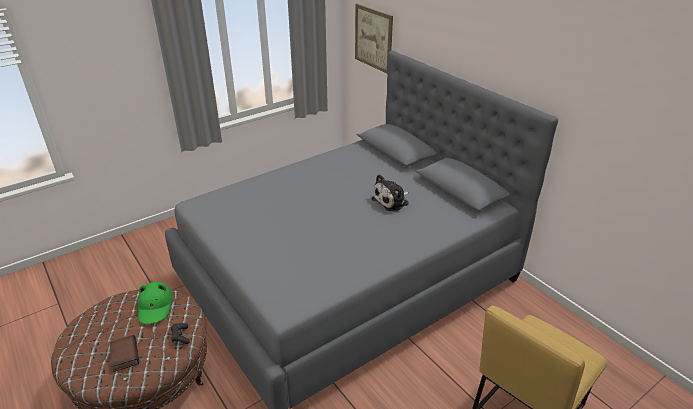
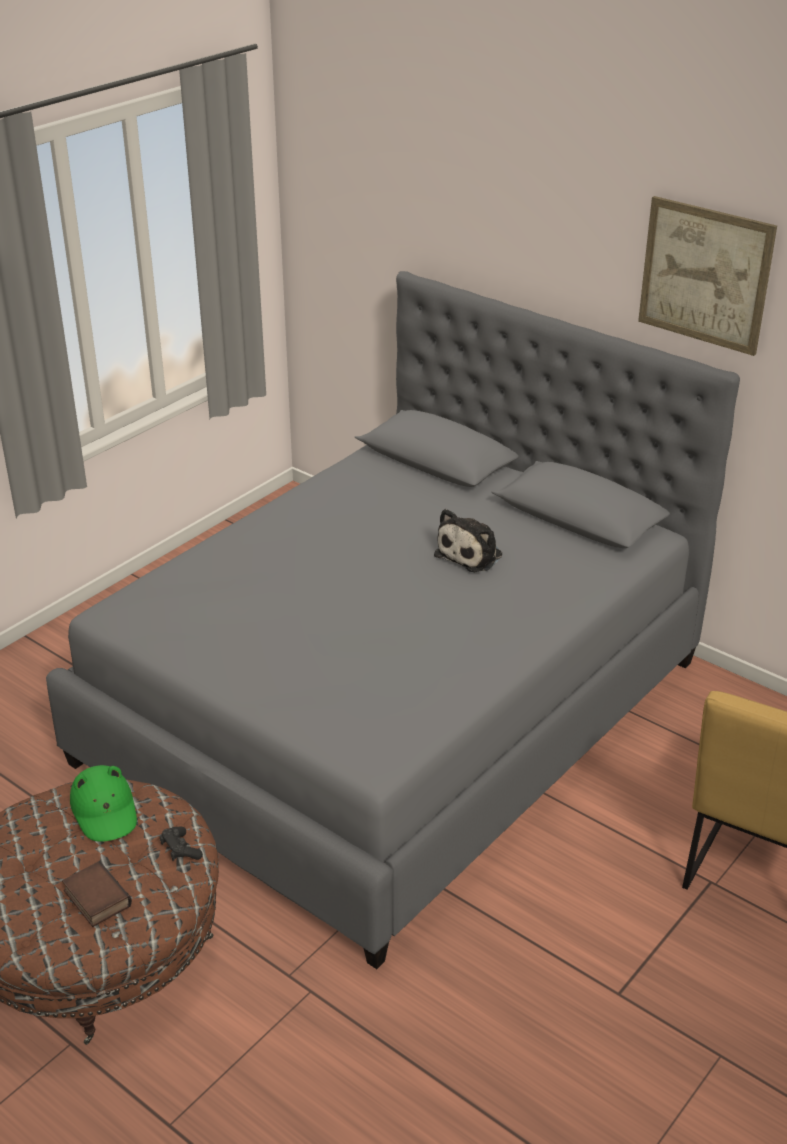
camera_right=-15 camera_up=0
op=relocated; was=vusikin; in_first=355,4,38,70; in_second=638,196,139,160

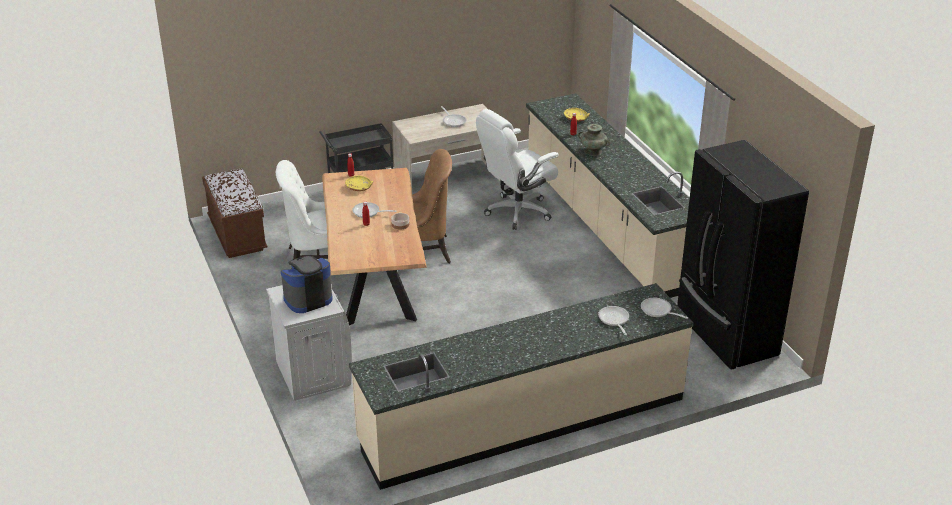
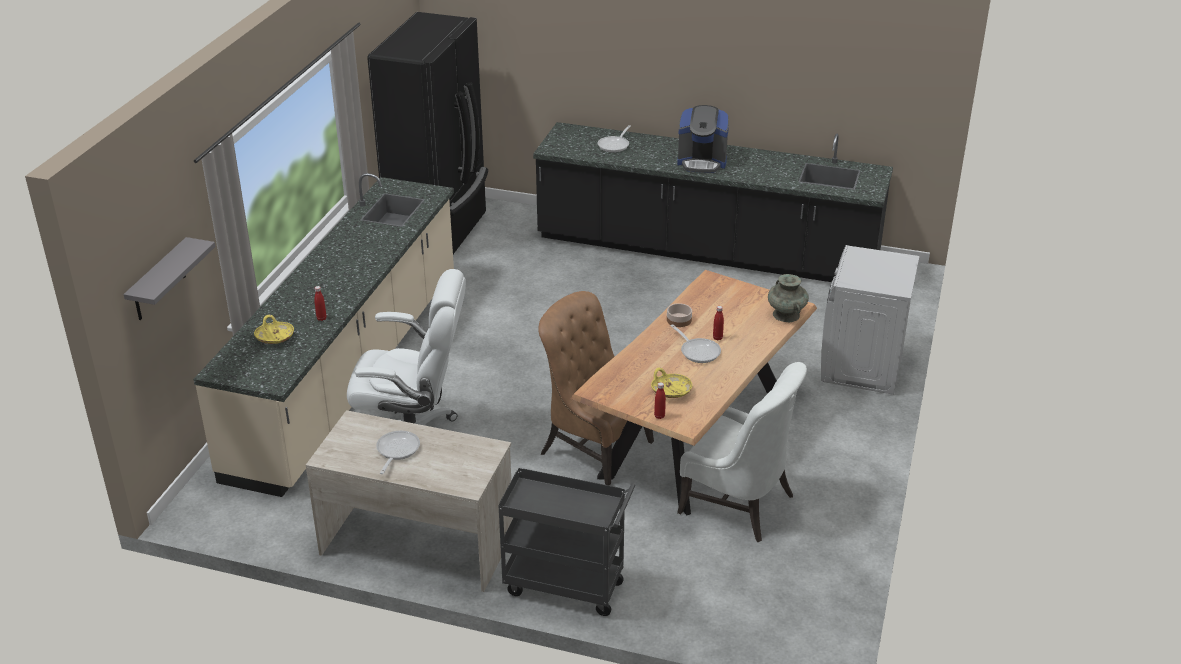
camera_right=-140 camera_up=0
op=relocated; was=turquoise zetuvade; in_first=578,124,32,32; in_second=768,274,41,48
op=missing; was=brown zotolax; in_first=202,169,65,89
op=relocated; was=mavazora; in_first=281,255,52,58; in_second=677,105,52,68
op=colour; was=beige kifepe; now=black kifepe; in_first=349,283,344,207; in_second=533,122,360,160
op=missing; was=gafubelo; in_first=641,298,47,21
op=appeared; now=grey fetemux; in_second=124,237,92,83

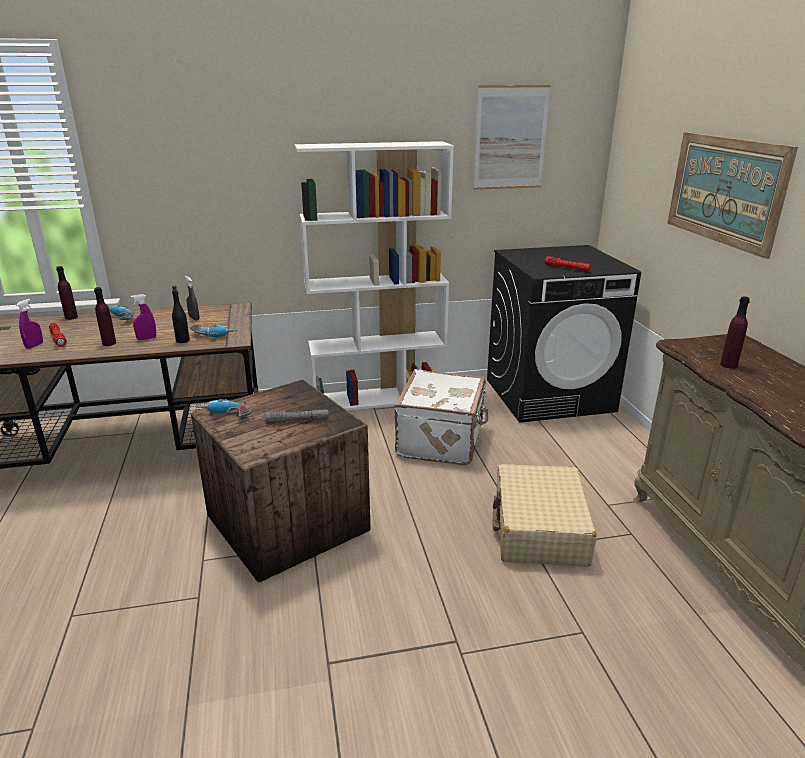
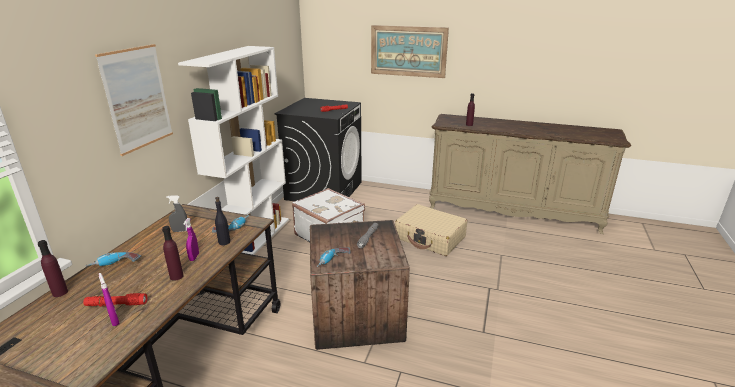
camera_right=-60 camera_up=0
op=relocated; was=vusikin; in_first=474,85,77,105; in_second=95,44,78,112

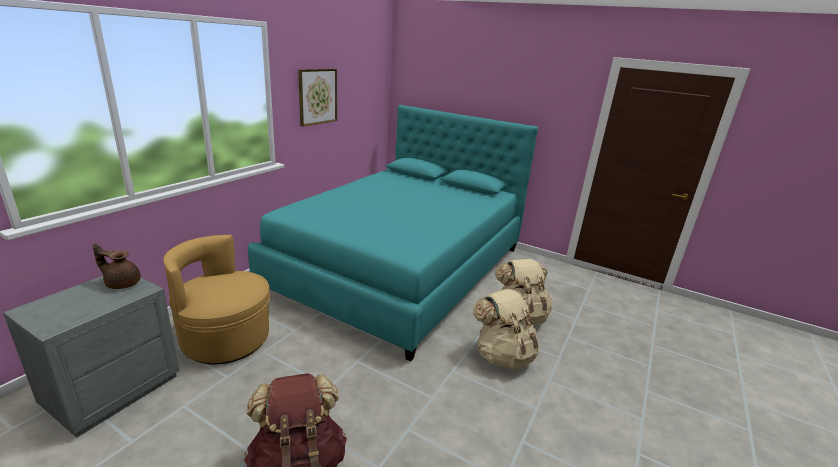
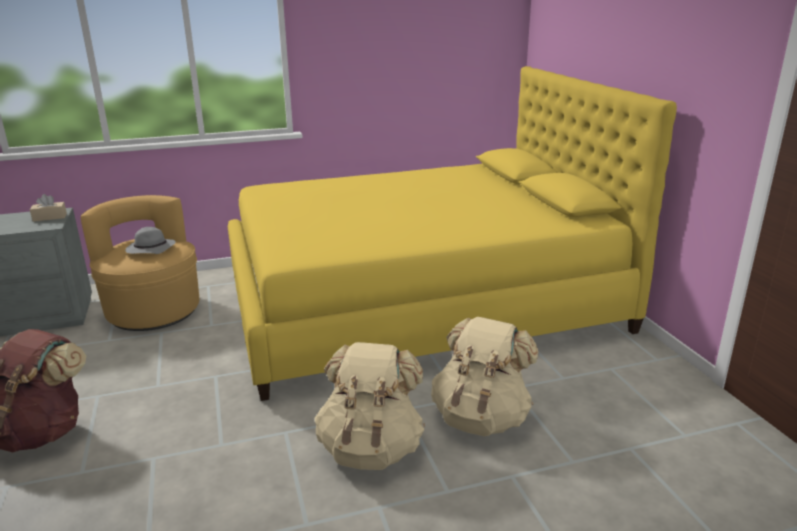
camera_right=45 camera_up=0
op=missing; was=vusikin; in_first=298,69,39,58
op=colour; was=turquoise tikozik; now=yellow tikozik; in_first=248,105,290,256; in_second=228,66,449,335
op=exchanged; was=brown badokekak; now=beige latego; in_first=92,244,49,45; in_second=30,194,37,28
op=appeared; now=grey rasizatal; in_second=125,227,51,27

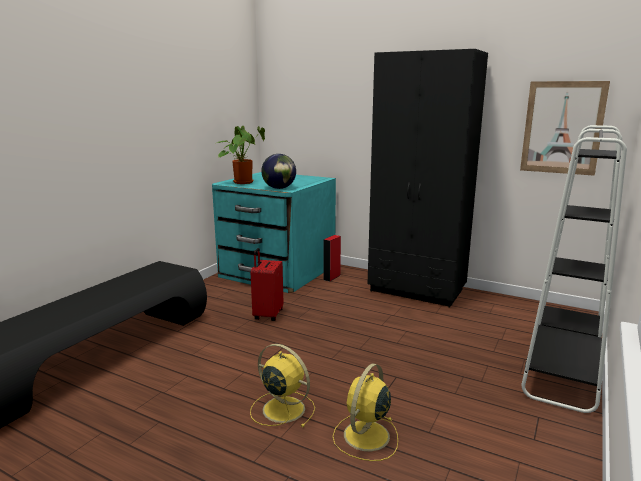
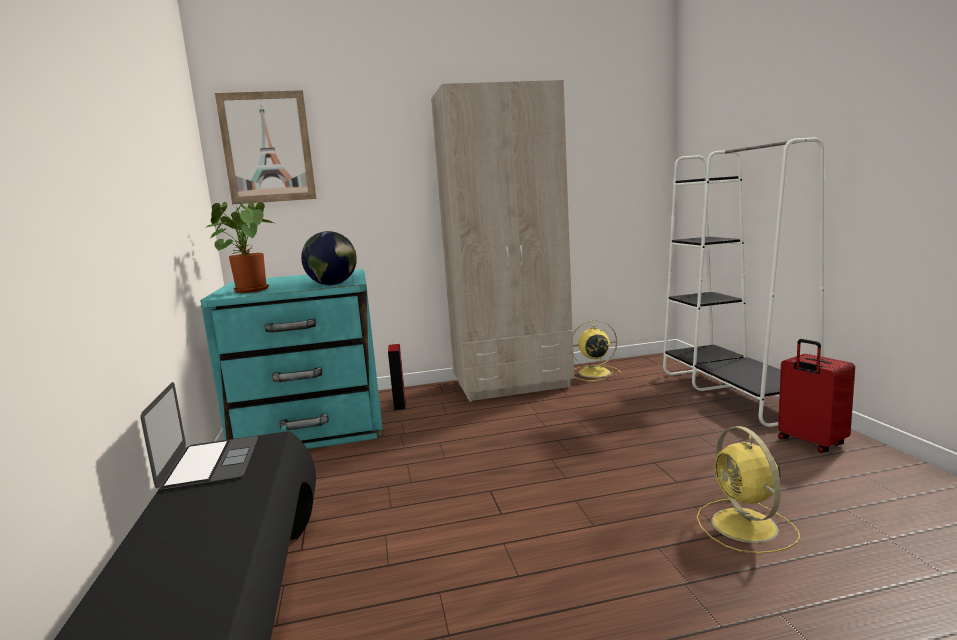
camera_right=-40 camera_up=-5
op=colour; was=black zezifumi; now=beige zezifumi; in_first=368,49,120,258; in_second=431,80,143,322
op=relocated; was=vusikin; in_first=520,81,90,95; in_second=215,90,102,114
op=relocated; was=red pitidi; in_first=250,248,33,73; in_second=778,339,77,114
op=relocated; was=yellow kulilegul; in_first=250,344,65,83; in_second=573,320,49,61
op=appeared; now=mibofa; in_second=140,382,118,108

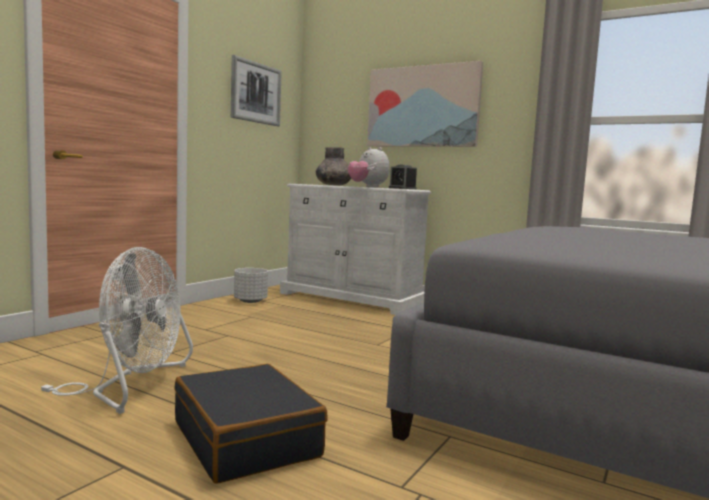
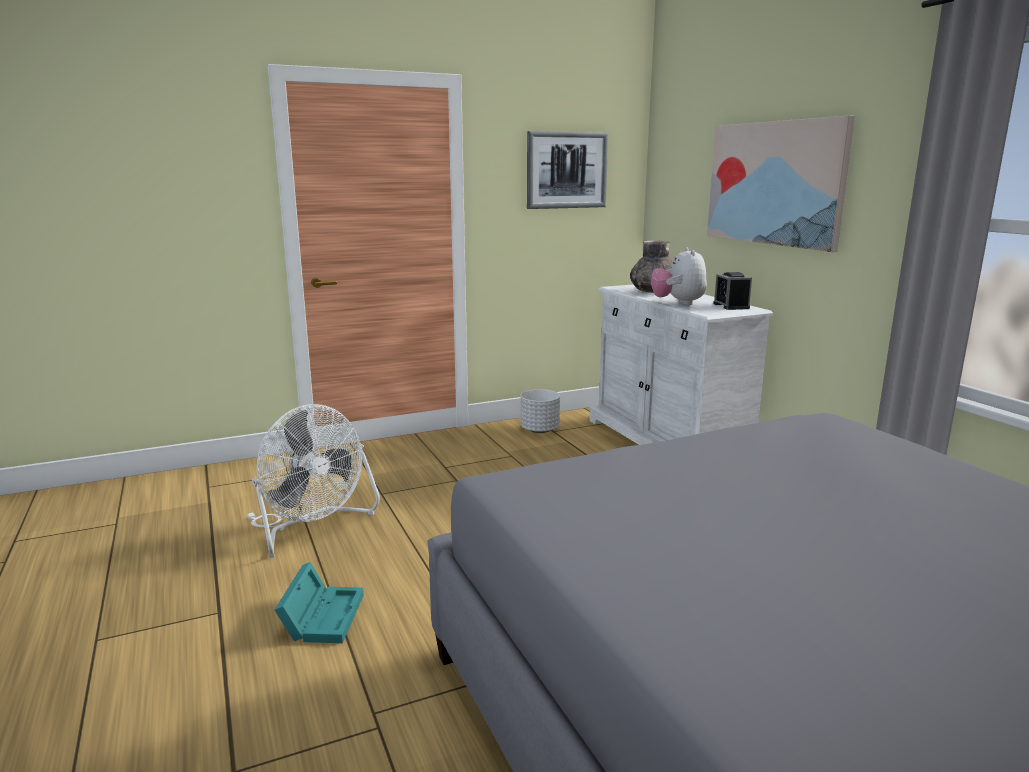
camera_right=35 camera_up=10
op=exchanged; was=black pitidi; now=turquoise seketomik; in_first=174,364,154,120; in_second=274,562,90,81

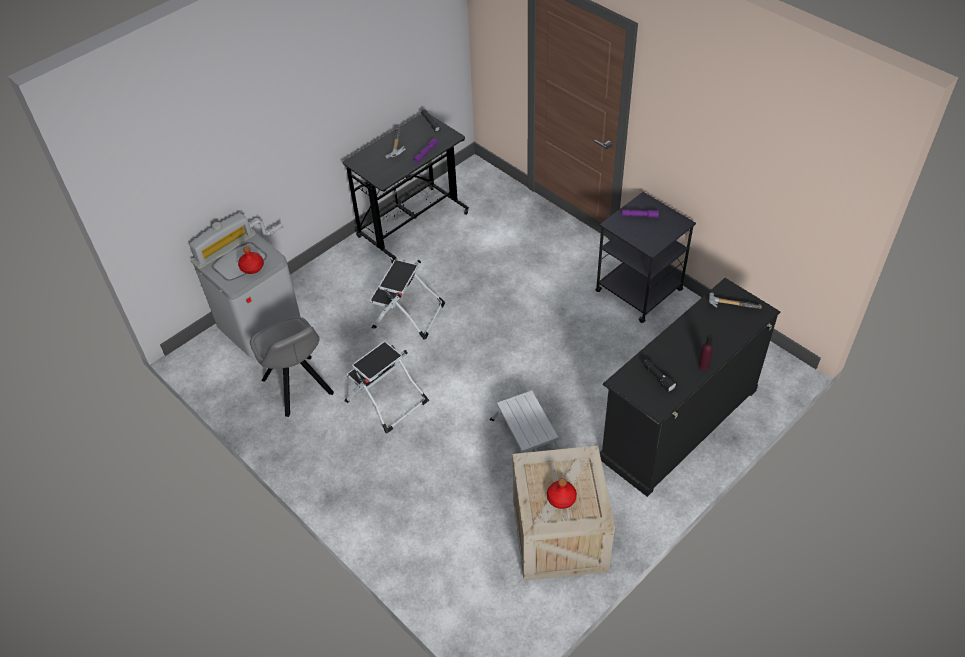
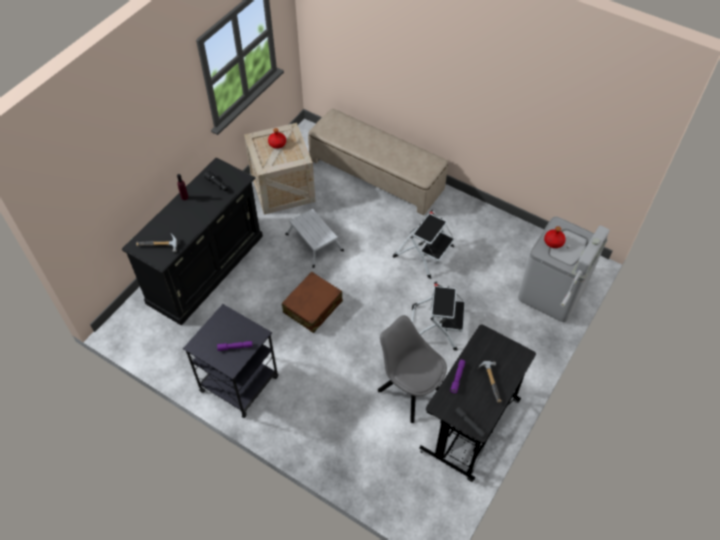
camera_right=165 camera_up=5
op=relocated; was=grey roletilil; in_first=250,317,84,100; in_second=378,315,69,108
op=appeared; now=beige zotolax; in_second=308,109,140,106
op=appeared; now=brown pitidi; in_second=282,271,61,62

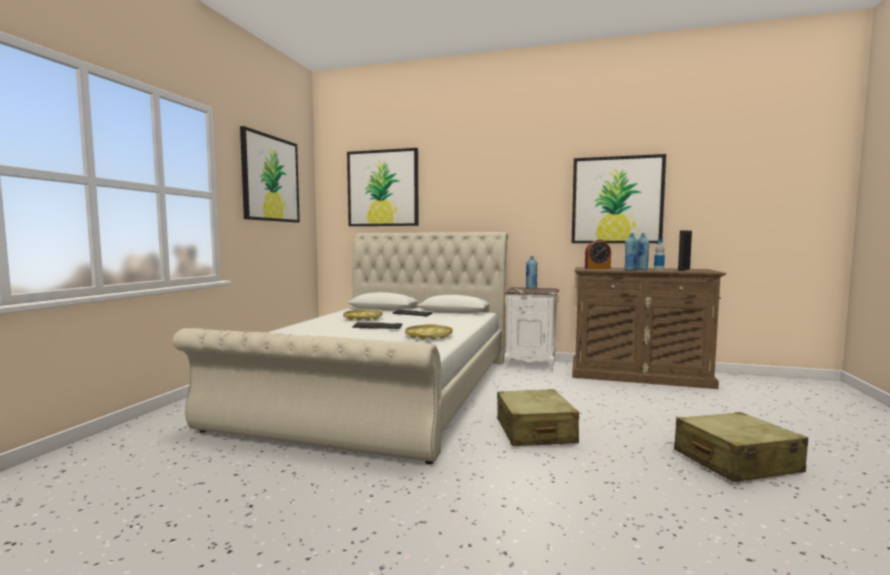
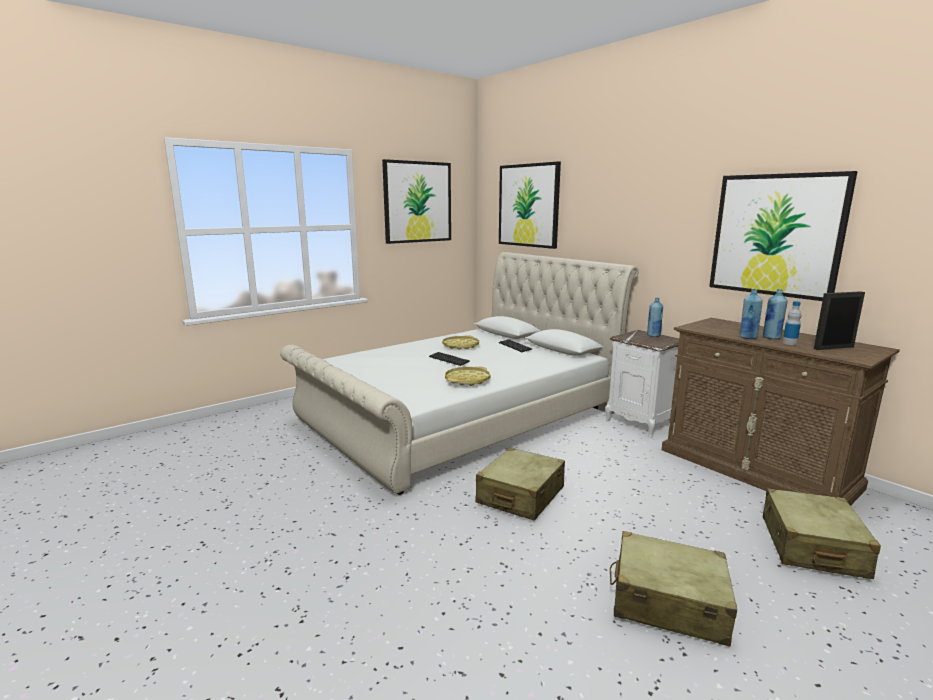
camera_right=35 camera_up=10
op=missing; was=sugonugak; in_first=585,239,26,30
op=appeared; now=beige pitidi; in_second=763,488,118,91

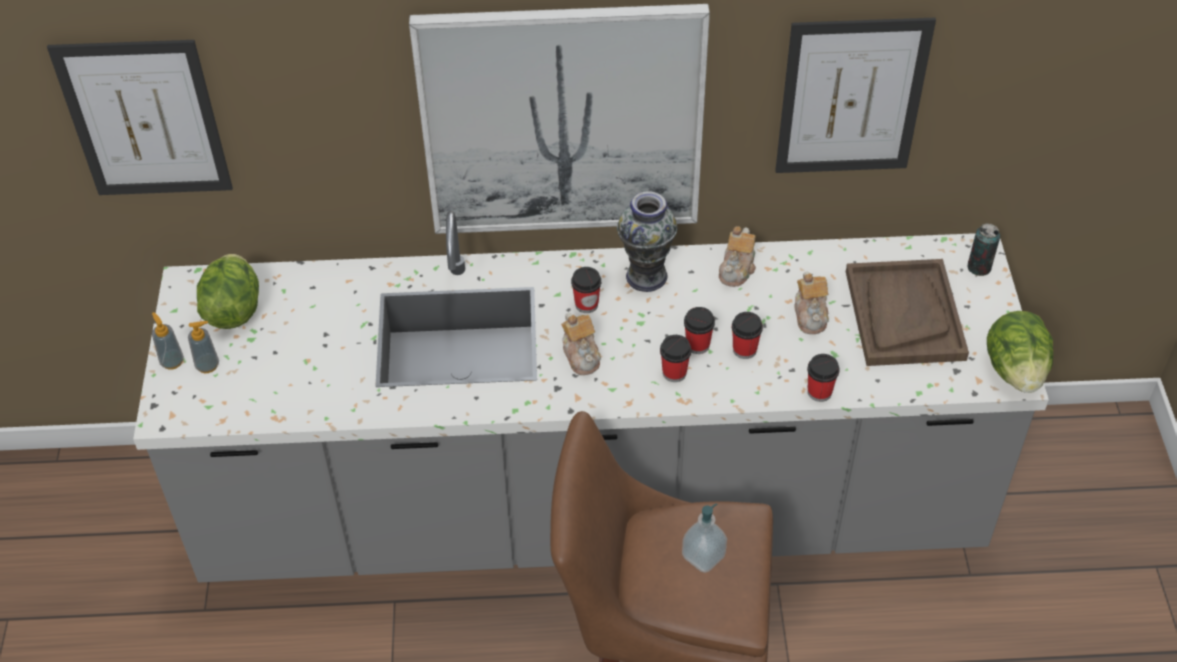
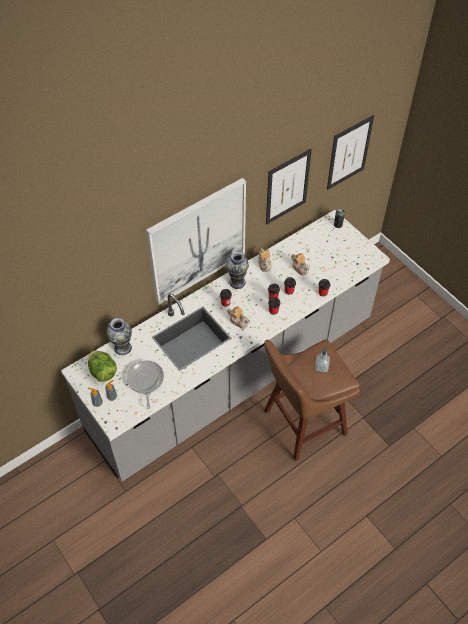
camera_right=-35 camera_up=5
op=relocated; was=vusikin; in_first=47,40,186,155; in_second=327,115,47,75
op=missing; was=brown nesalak; in_first=846,259,123,107
op=missing; was=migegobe; in_first=987,311,66,82
op=appeared; now=zetuvade; in_second=107,318,25,37
op=appeared; now=gafubelo; in_second=127,360,37,49

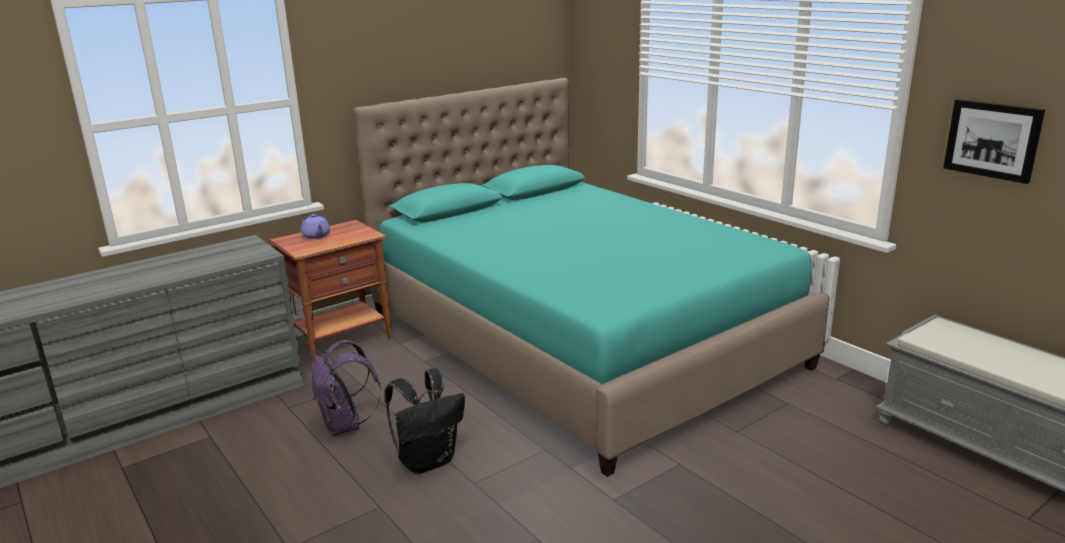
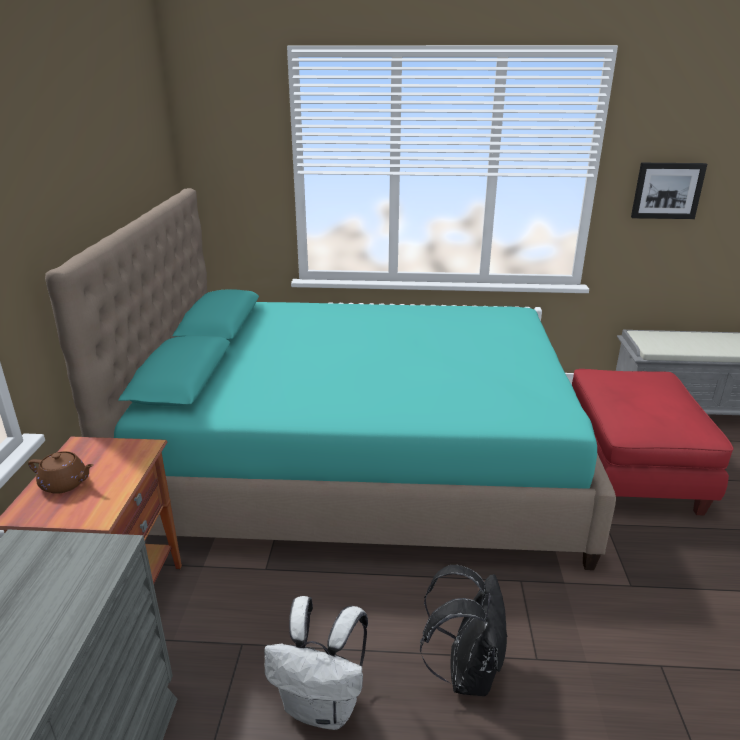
camera_right=-50 camera_up=5
op=colour; was=purple badokekak; now=brown badokekak; in_first=301,214,29,25; in_second=28,451,66,43
op=colour; was=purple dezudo; now=white dezudo; in_first=312,340,69,96; in_second=264,596,104,134
op=appeared; now=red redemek; in_second=572,369,162,146

